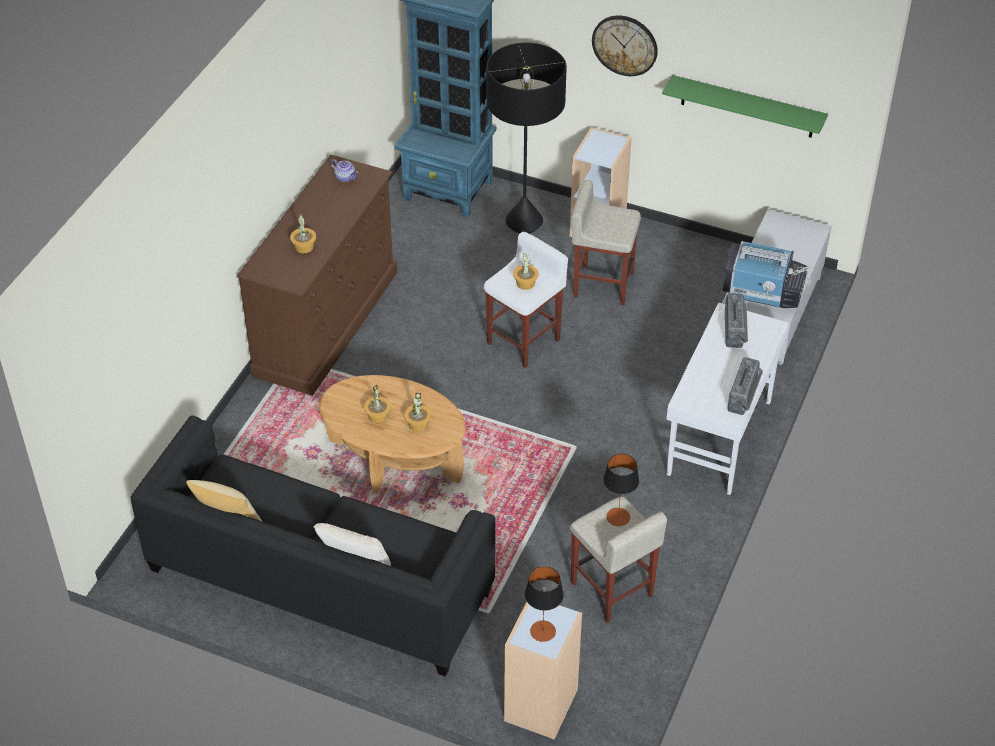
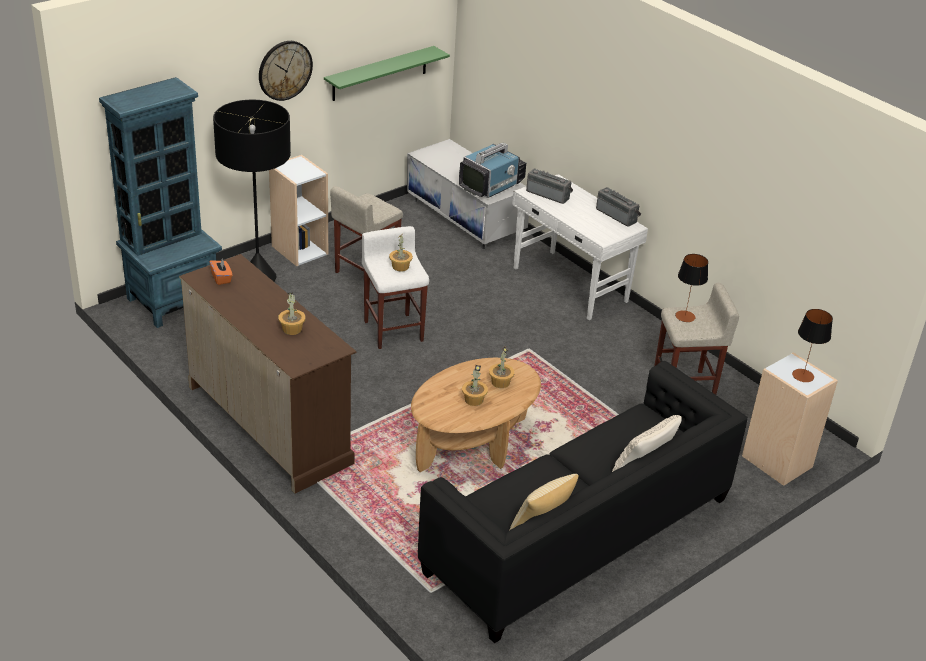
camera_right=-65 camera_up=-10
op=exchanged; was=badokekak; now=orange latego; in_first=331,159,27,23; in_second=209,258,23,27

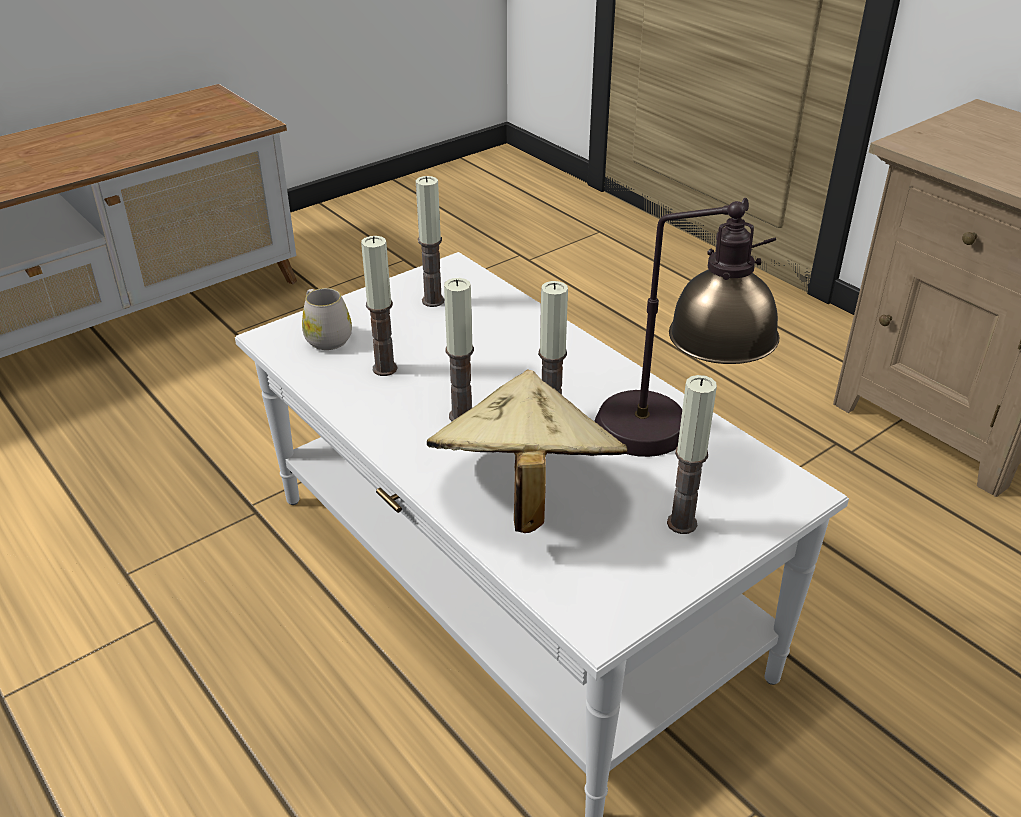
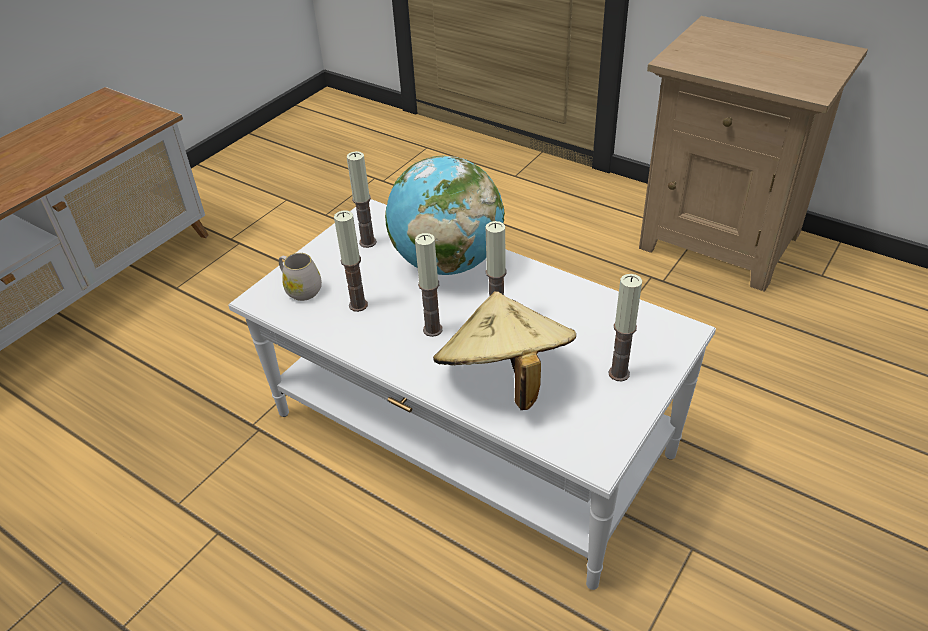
camera_right=-15 camera_up=5
op=missing; was=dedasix; in_first=594,198,185,259
op=appeared; now=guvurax; in_second=385,156,120,119

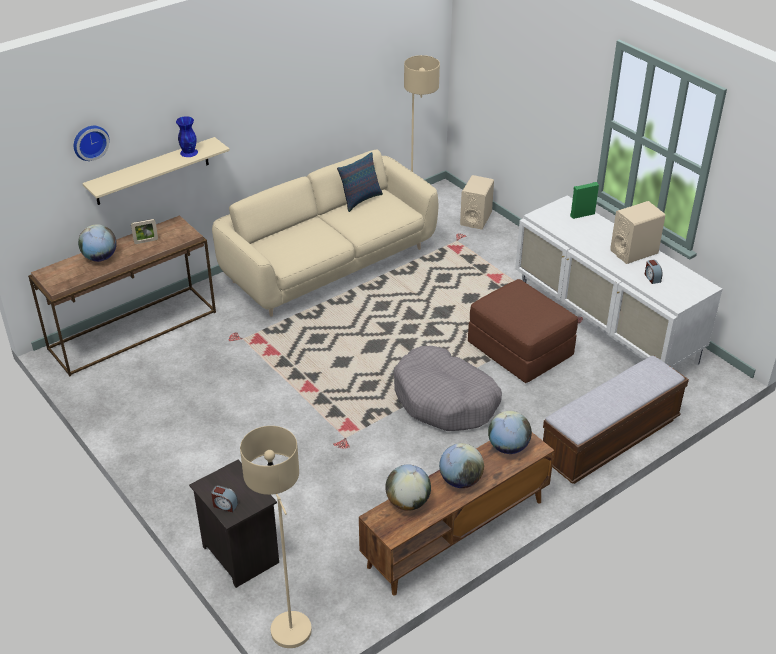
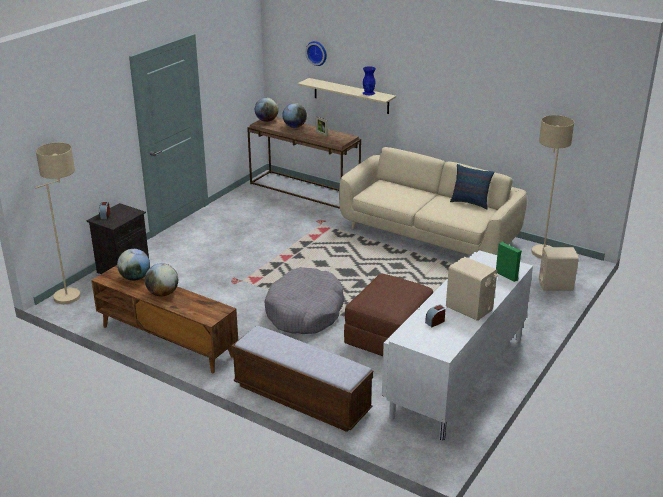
camera_right=70 camera_up=-10
op=relocated; was=guvurax; in_first=488,411,44,43; in_second=255,98,24,24

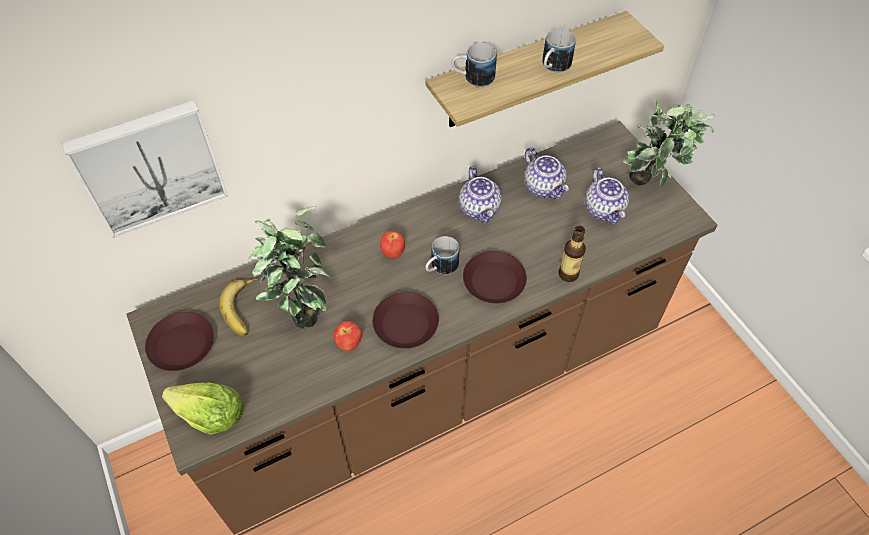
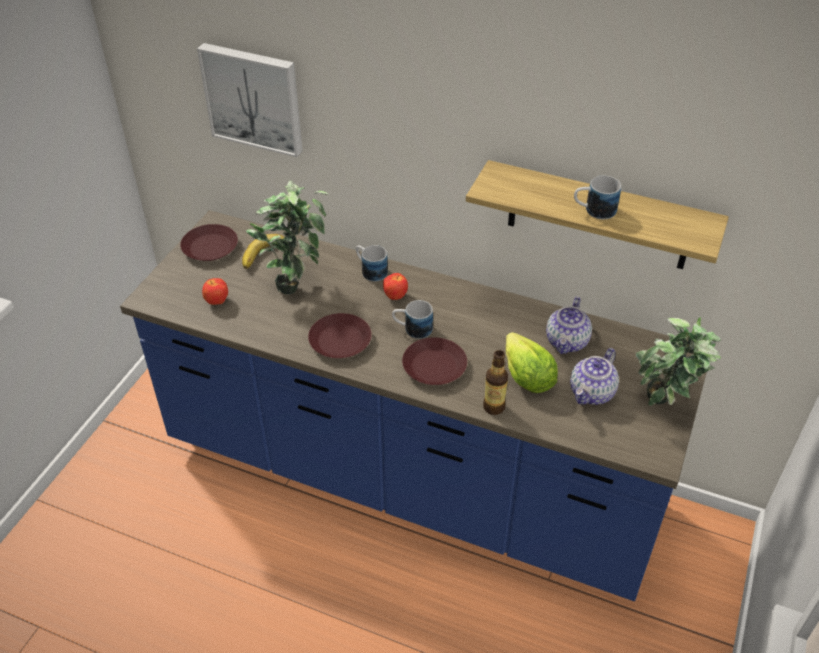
camera_right=50 camera_up=-10
op=relocated; was=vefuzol; in_first=452,43,45,44; in_second=356,245,32,37
op=colour; was=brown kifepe; now=blue kifepe; in_first=126,121,591,414; in_second=120,210,587,391
op=missing; was=badokekak; in_first=459,166,43,57
op=relocated; was=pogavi; in_first=334,321,28,30; in_second=202,278,26,27
op=relocated; was=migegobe; in_first=162,383,82,52; in_second=506,332,52,61

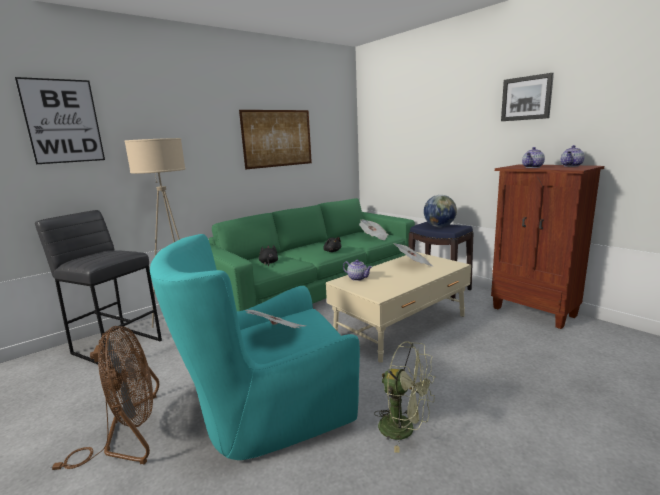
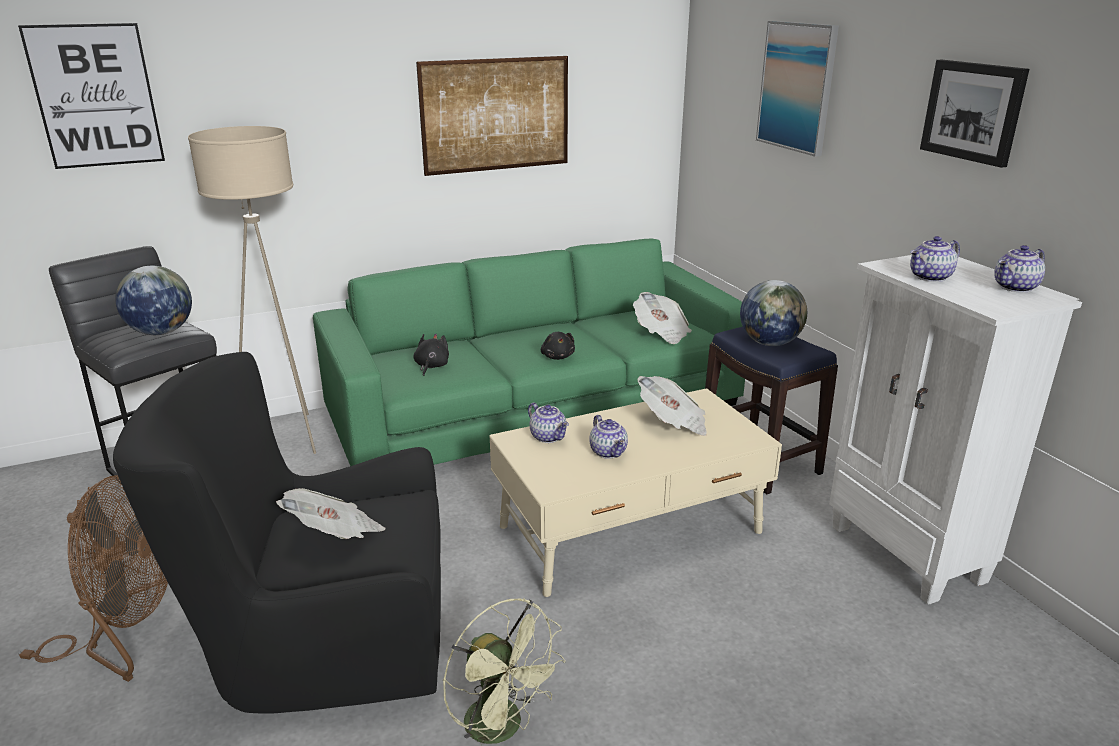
camera_right=15 camera_up=10
op=colour; was=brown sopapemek; now=white sopapemek; in_first=491,164,113,165; in_second=829,255,253,349
op=colour; was=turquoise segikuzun; now=black segikuzun; in_first=150,234,210,226; in_second=113,352,328,362
op=appeared; now=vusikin; in_second=756,21,83,136
op=appeared; now=guvurax; in_second=115,266,77,69
op=appeared; now=badokekak; in_second=590,415,38,44

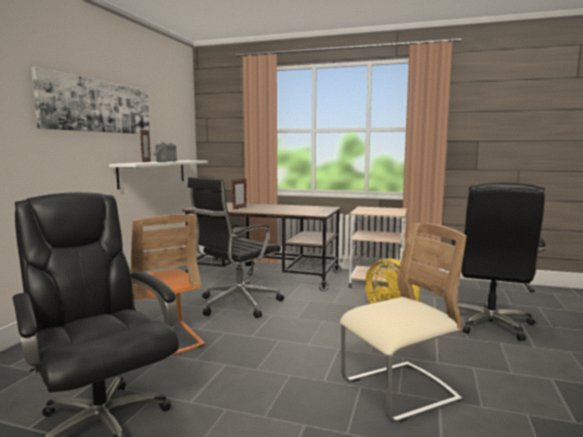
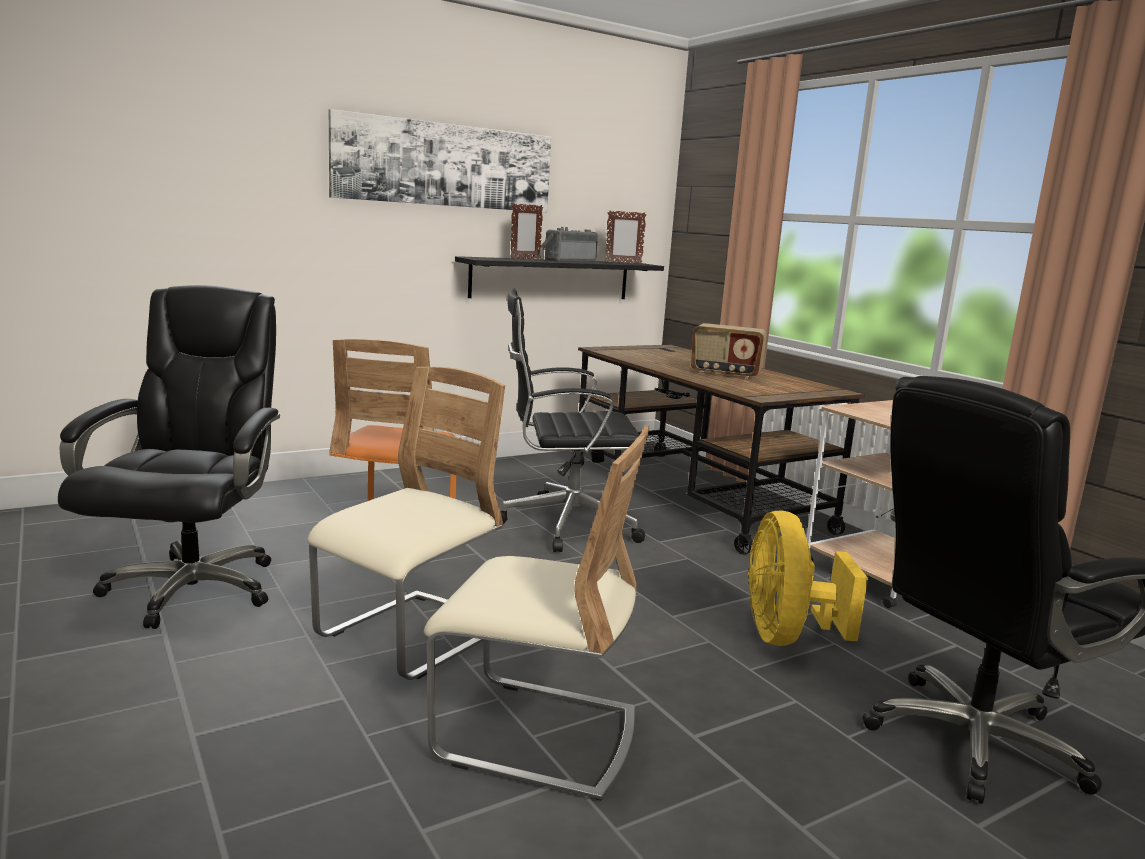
camera_right=40 camera_up=5
op=colour; was=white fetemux; now=black fetemux; in_first=109,160,98,30; in_second=455,256,209,43
op=relocated; was=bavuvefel; in_first=232,178,15,32; in_second=605,210,41,54
op=appeared; now=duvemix; in_second=691,323,76,56
op=appeared; now=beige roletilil; in_second=307,367,198,313

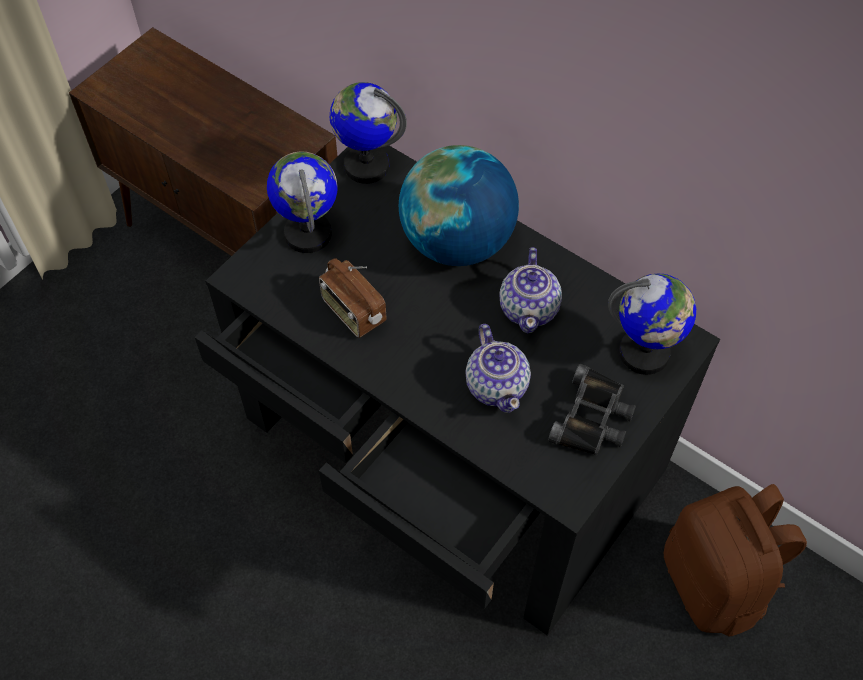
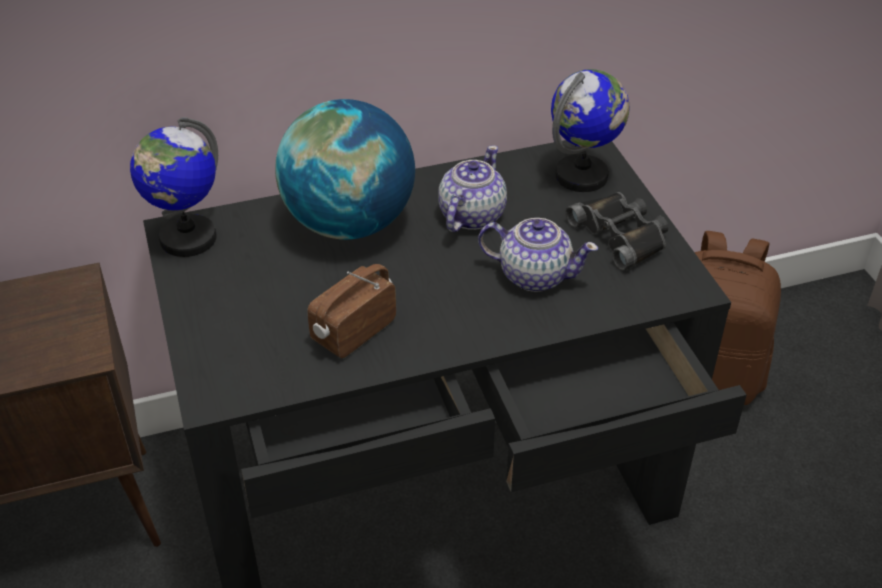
camera_right=-55 camera_up=-15
op=missing; was=guvurax; in_first=267,151,71,102
op=spun; was=badokekak; in_first=500,247,62,87; in_second=438,145,69,87; clockwise=-105
op=spun; was=duvemix; in_first=319,258,67,80; in_second=307,264,89,94; clockwise=135

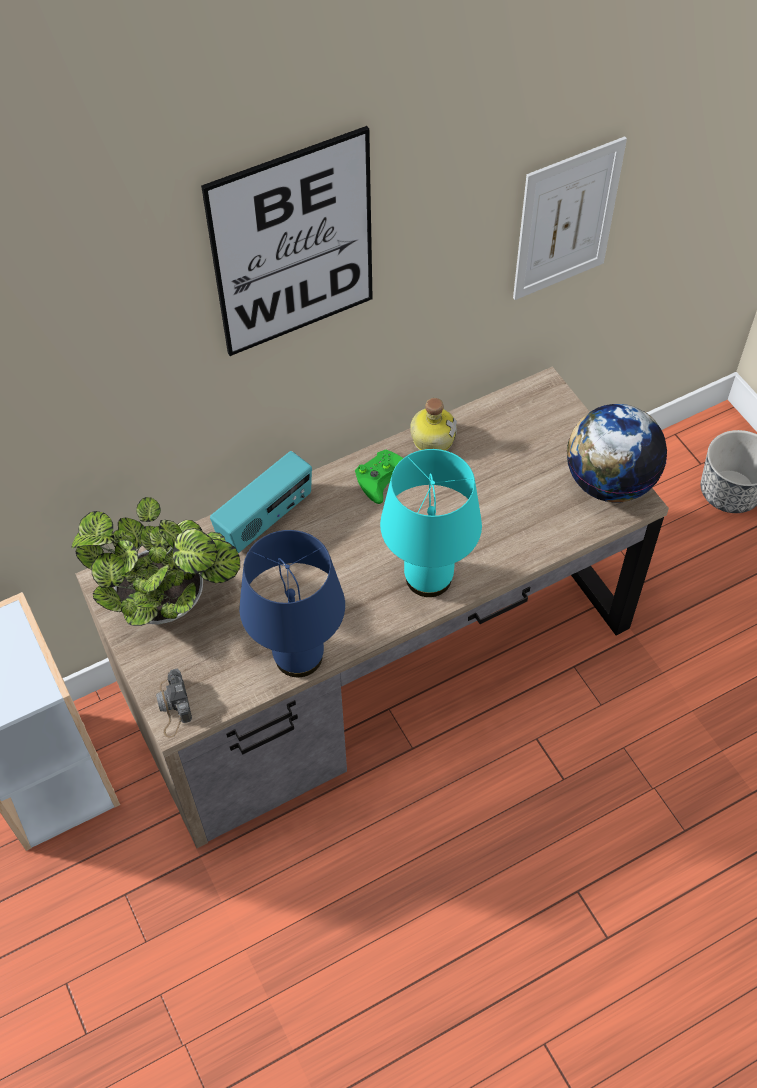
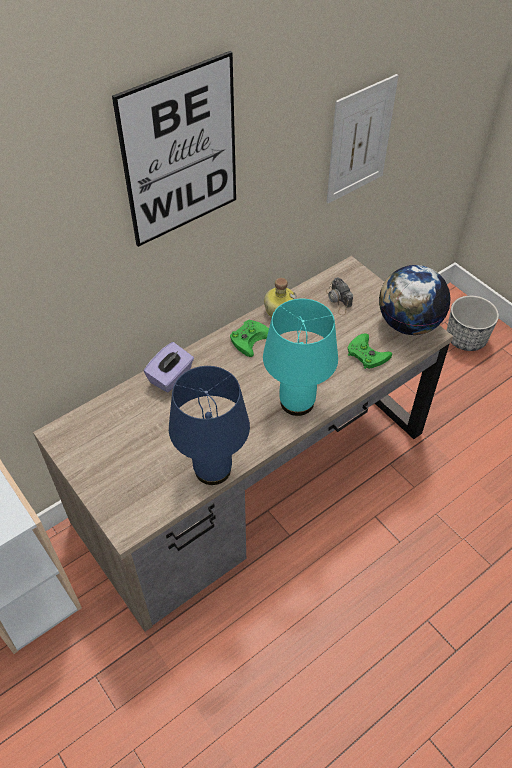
camera_right=-10 camera_up=-5
op=exchanged; was=duvemix; now=purple latego; in_first=210,451,102,102; in_second=144,342,50,51
op=missing; was=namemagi; in_first=71,497,169,129
op=relocated; was=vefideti; in_first=156,669,36,69; in_second=326,277,27,38
op=appeared; now=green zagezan; in_second=348,334,44,35

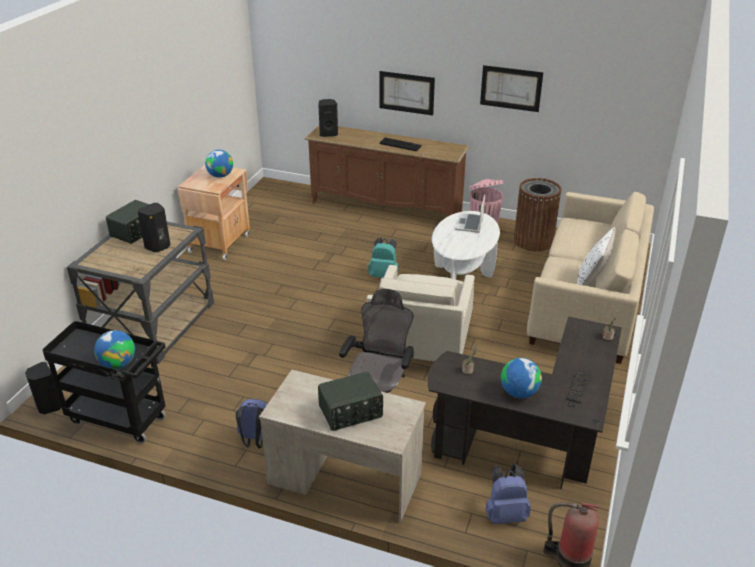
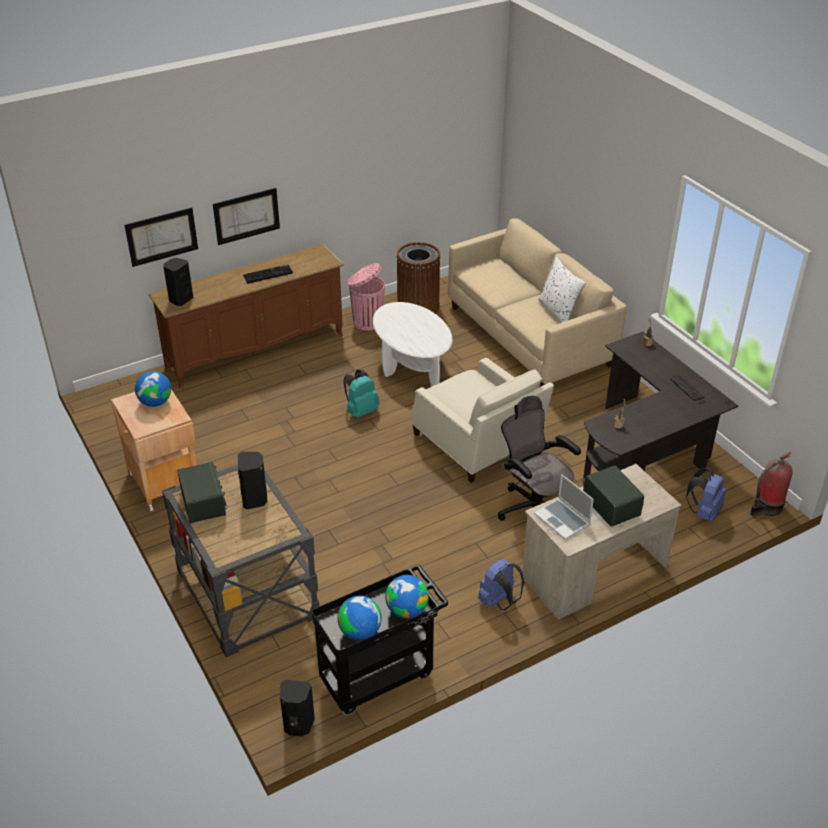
camera_right=-50 camera_up=5
op=relocated; was=vusikin; in_first=480,65,63,47; in_second=124,208,74,59
op=relocated; was=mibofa; in_first=455,194,30,39; in_second=534,474,60,65
op=relocated; was=guvurax; in_first=501,358,41,40; in_second=337,595,45,45
op=spun; was=duvemix; in_first=318,372,65,59; in_second=583,465,61,62; clockwise=-45

